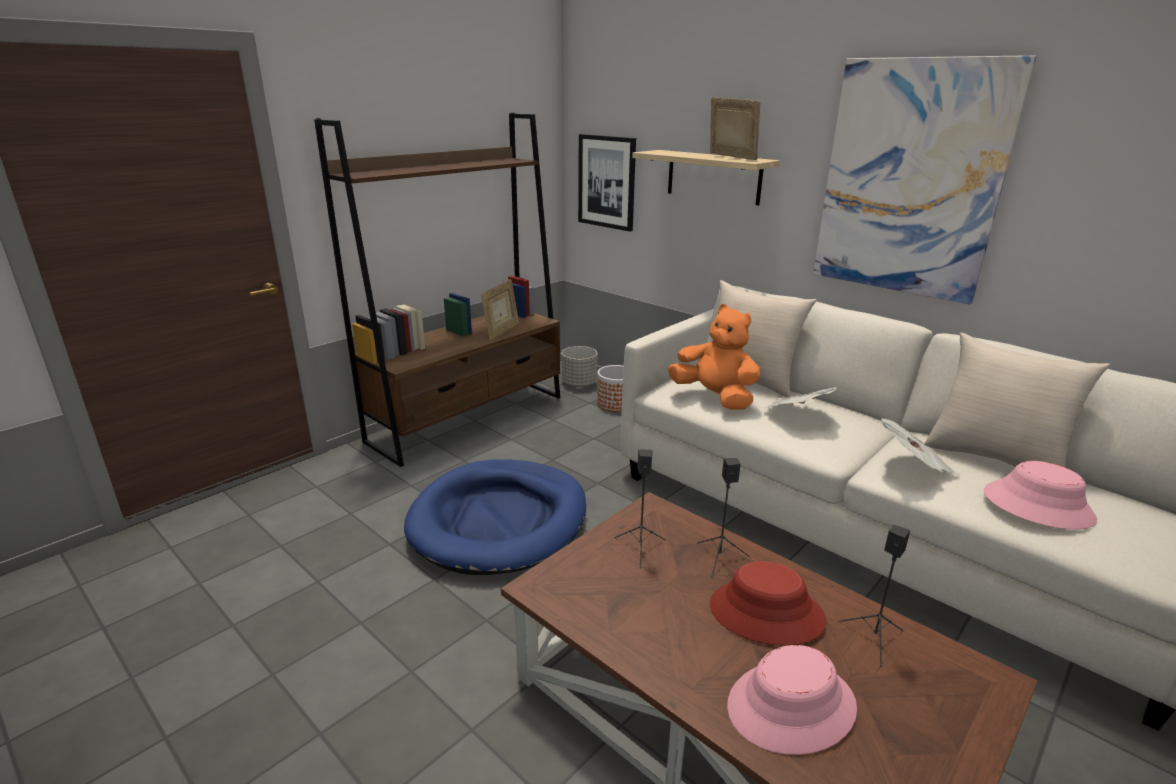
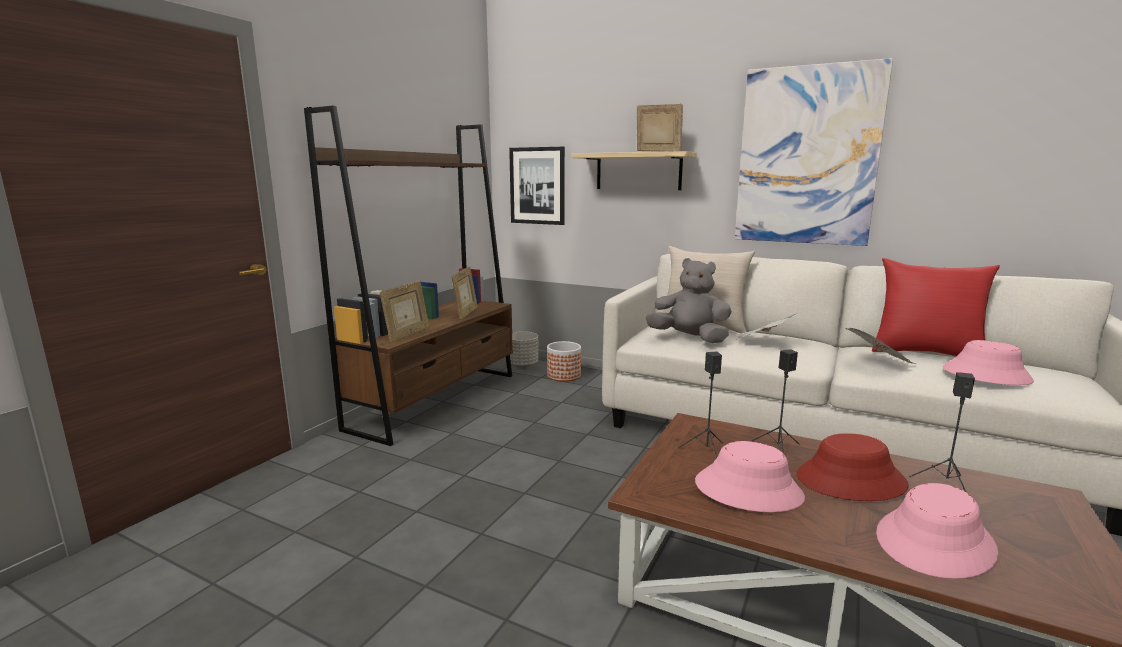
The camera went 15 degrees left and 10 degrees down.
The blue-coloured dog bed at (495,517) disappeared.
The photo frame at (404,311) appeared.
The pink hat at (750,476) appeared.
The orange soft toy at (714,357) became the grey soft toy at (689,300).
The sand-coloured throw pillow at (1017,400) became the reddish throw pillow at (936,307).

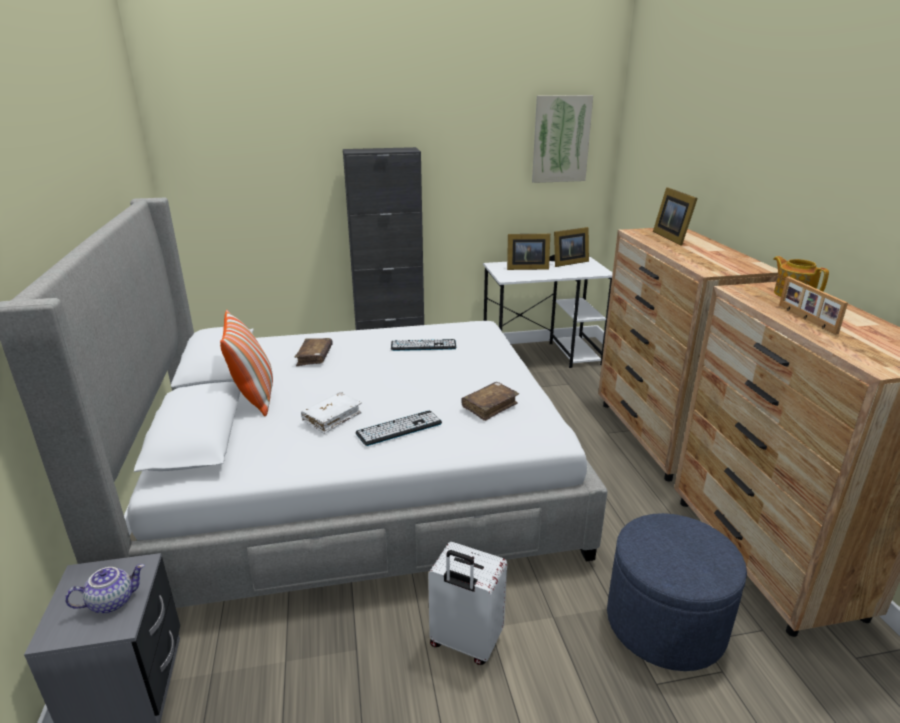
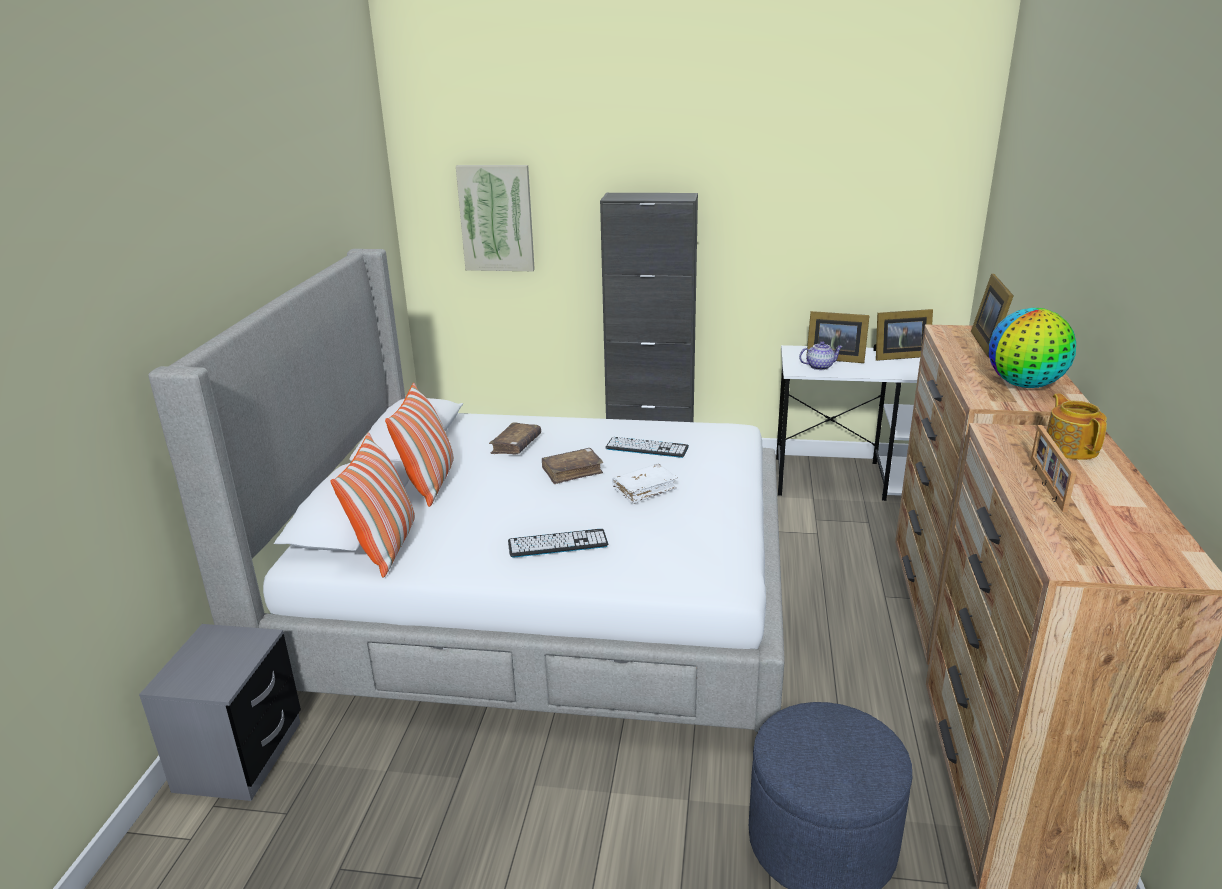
The camera went 20 degrees right and 0 degrees up.
The white piece of luggage at (467,603) disappeared.
The throw pillow at (373,505) appeared.
The desk globe at (1032,348) appeared.
The tea pot moved from (105,589) to (821,355).
The white book moved from (331,413) to (645,483).
The brown book moved from (490,401) to (573,466).
The wall art moved from (562,139) to (495,218).

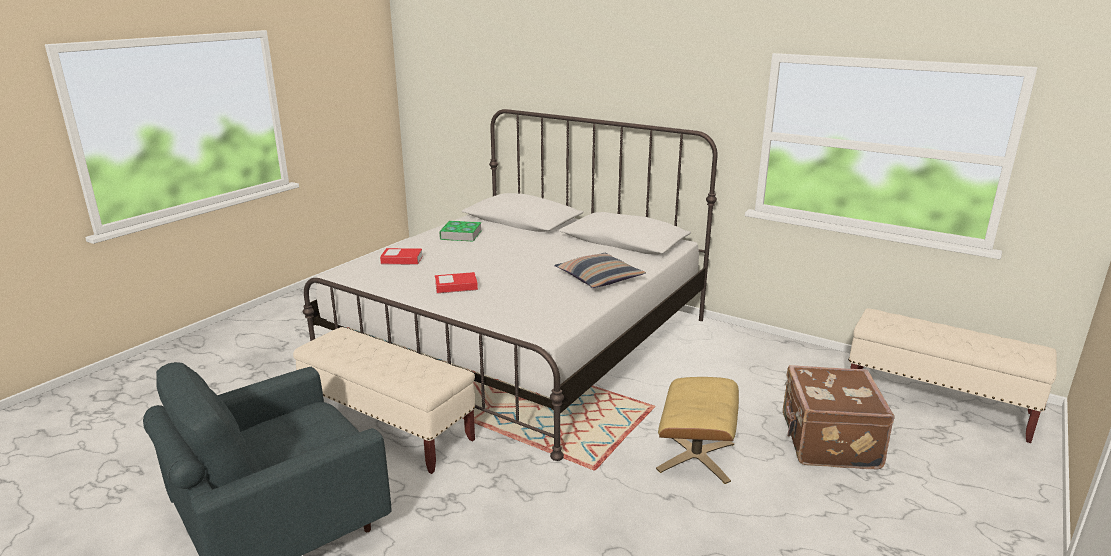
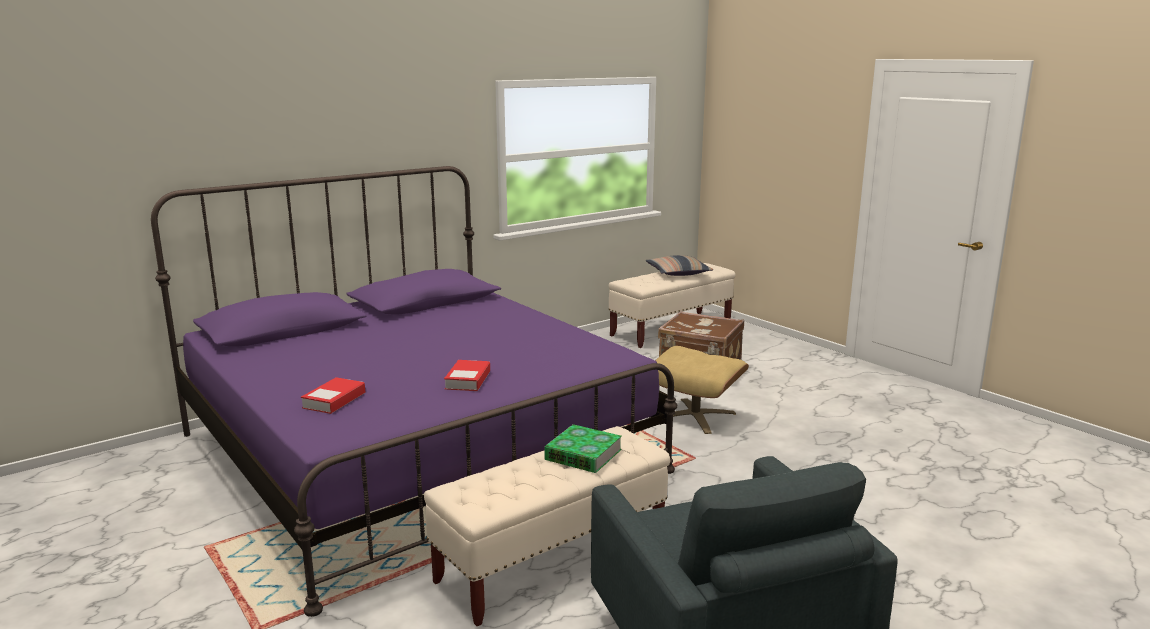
The camera went 70 degrees left and 5 degrees down.
The book moved from (460,231) to (583,448).
The throw pillow moved from (600,270) to (679,265).
The white bedroom bed at (510,285) became the purple-coloured bedroom bed at (414,391).

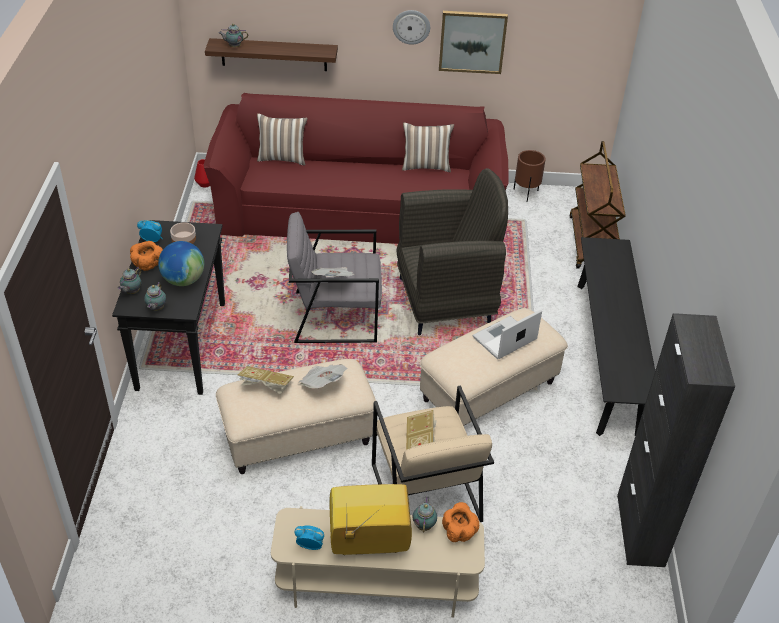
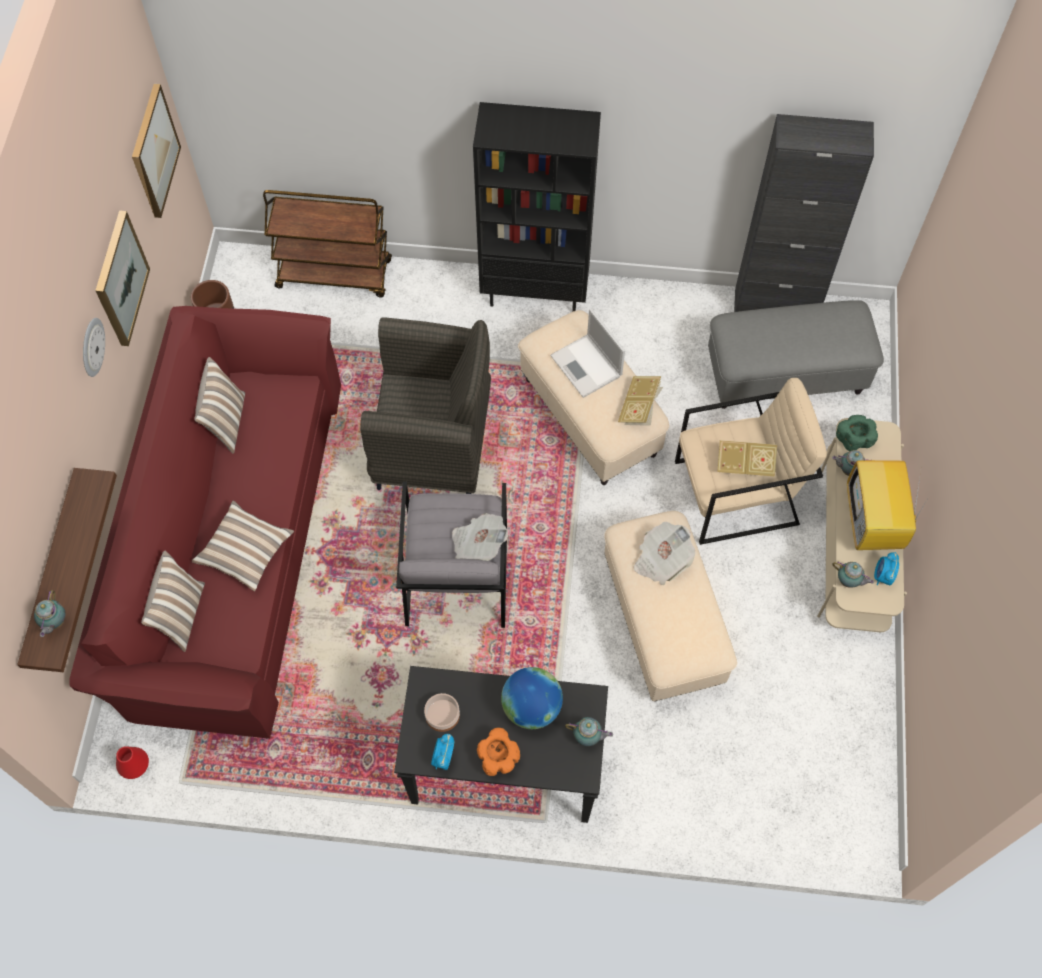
The camera went 85 degrees left and 20 degrees up.
The wall art at (156,151) appeared.
The throw pillow at (243,546) appeared.
The grey footrest at (796,354) appeared.
The tea pot moved from (130,280) to (853,575).
The book moved from (266,380) to (640,401).
The blackish long seat at (616,336) was replaced by the blackish shelving unit at (537,207).
The orange bowl at (460,522) became the green bowl at (857,433).
The grey easy chair at (452,251) turned 105 degrees clockwise.

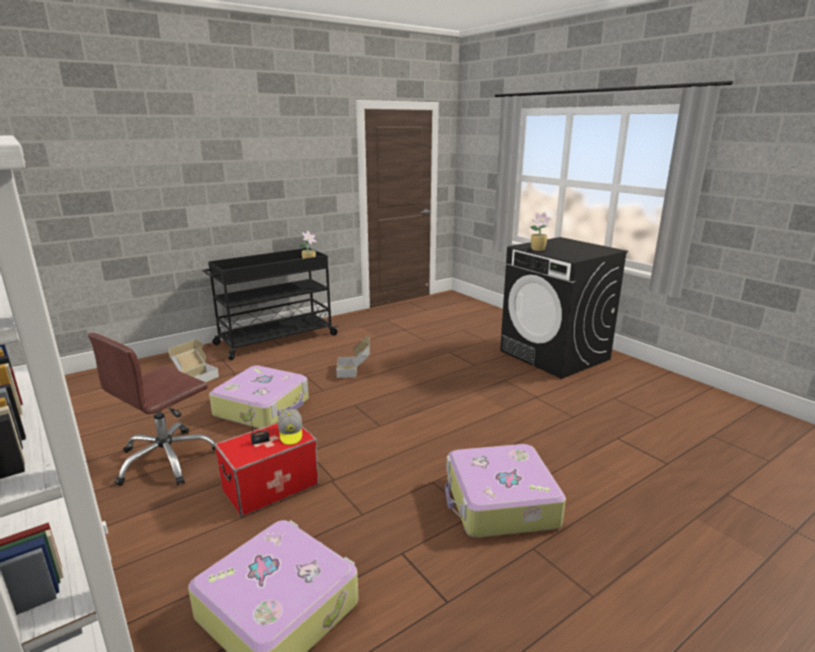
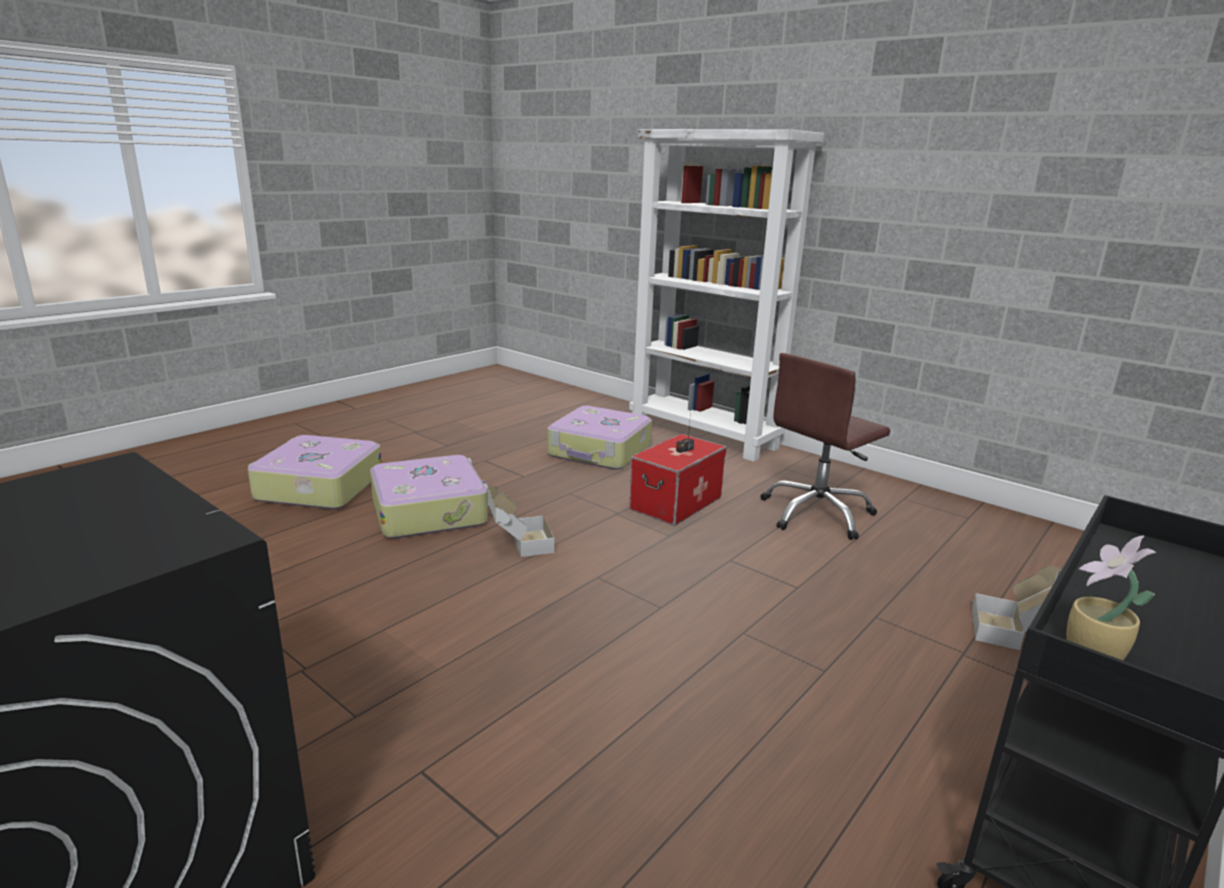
The camera went 165 degrees right and 0 degrees up.
The baseball cap at (290,427) disappeared.
The houseplant at (541,231) disappeared.
The piece of luggage moved from (259,397) to (315,472).
The carton moved from (353,357) to (521,521).
The brown computer chair at (152,409) turned 150 degrees counterclockwise.

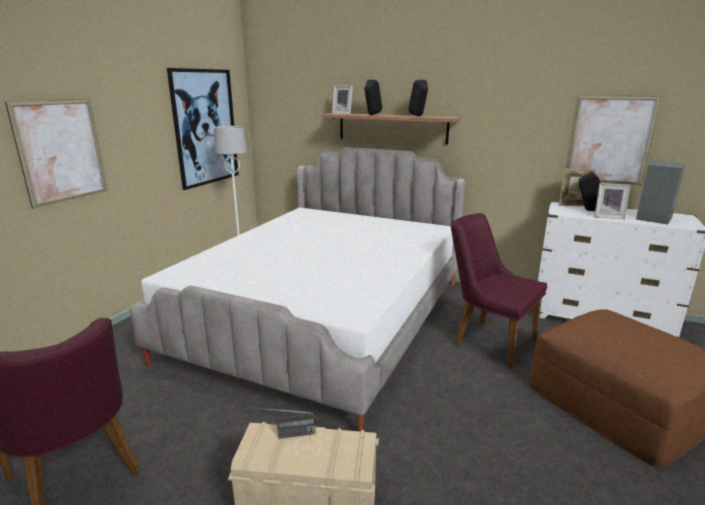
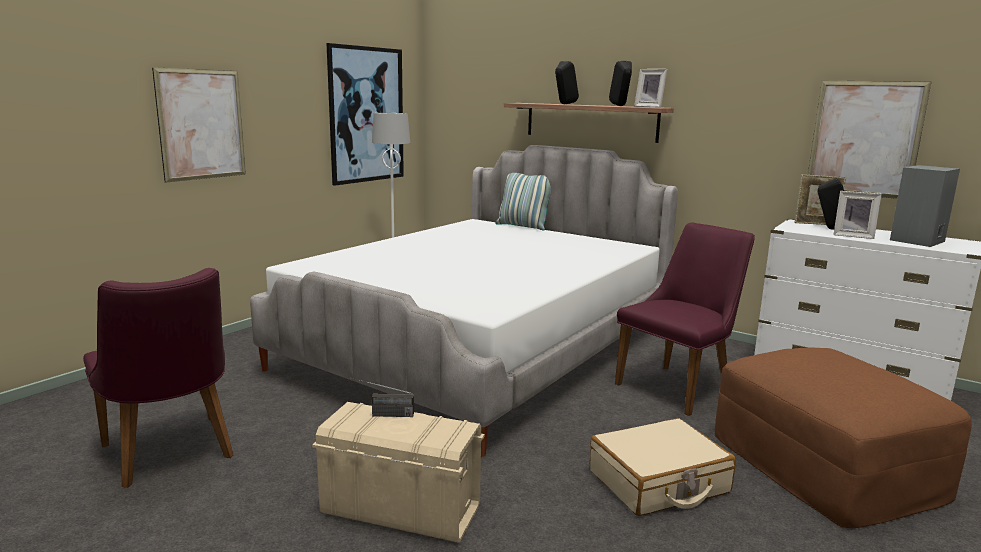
The camera went 10 degrees right and 5 degrees down.
The throw pillow at (523,201) appeared.
The sand-coloured piece of luggage at (663,467) appeared.
The photo frame moved from (342,100) to (650,88).
The purple-coloured upright chair at (499,291) turned 90 degrees clockwise.

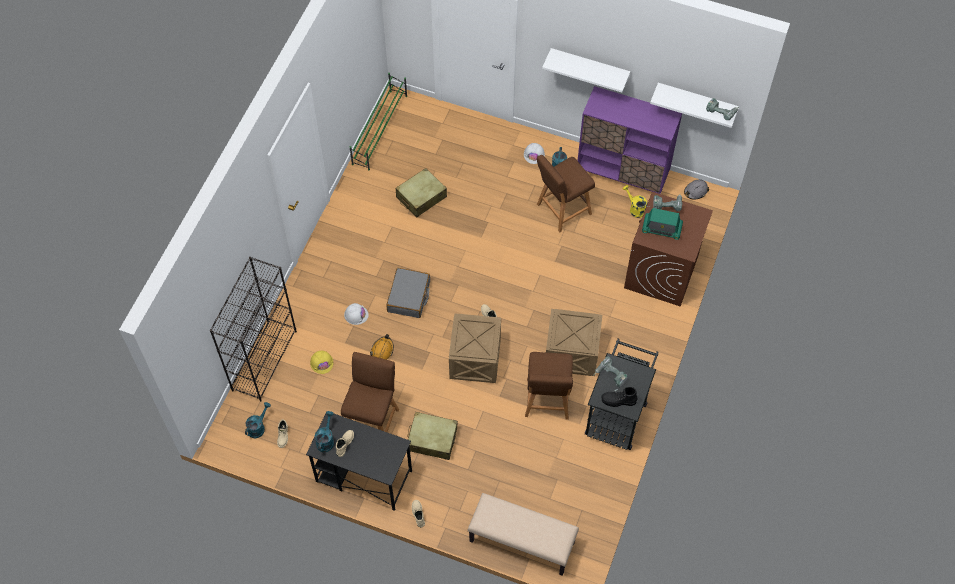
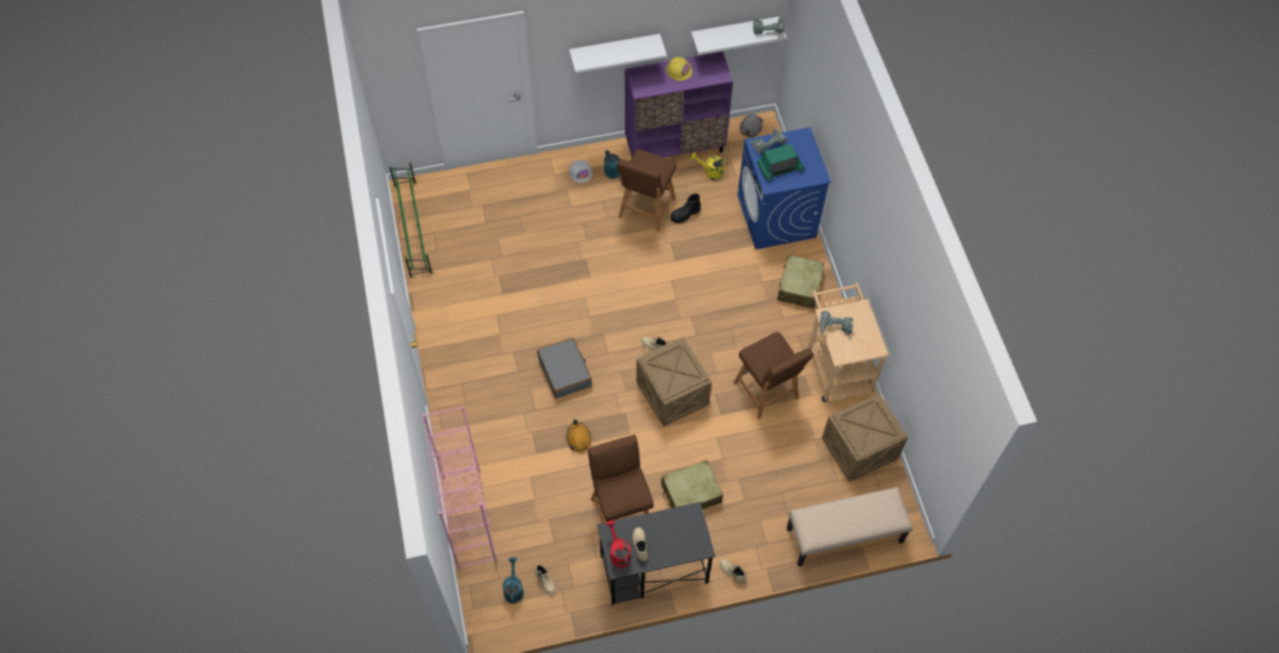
The camera went 35 degrees left and 0 degrees up.
The white hard hat at (356,314) disappeared.
The yellowish hard hat moved from (322,362) to (679,69).
The sand-coloured piece of luggage moved from (421,192) to (801,281).
The shipping crate moved from (574,342) to (865,437).
The blackish tall boot moved from (619,397) to (686,208).
The blackish shelving unit at (253,329) became the pink shelving unit at (459,488).
The turquoise-coloured sprinkling can at (324,431) became the reddish sprinkling can at (618,544).
The blackish cart at (622,394) became the sand-coloured cart at (848,342).
The brown washing machine at (668,249) became the blue-coloured washing machine at (784,188).

